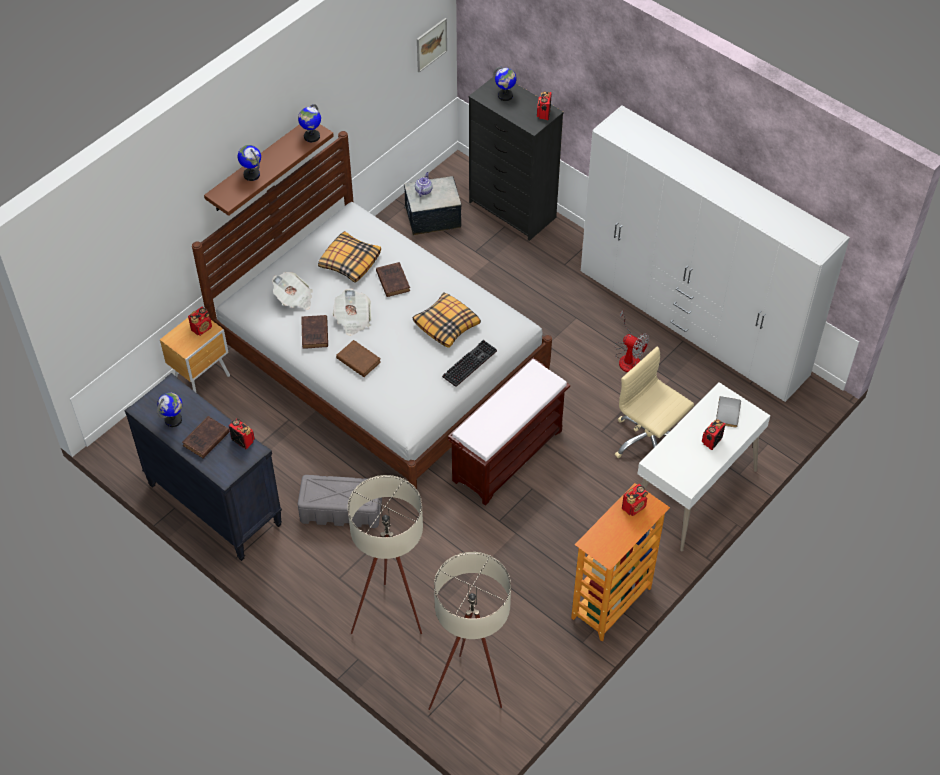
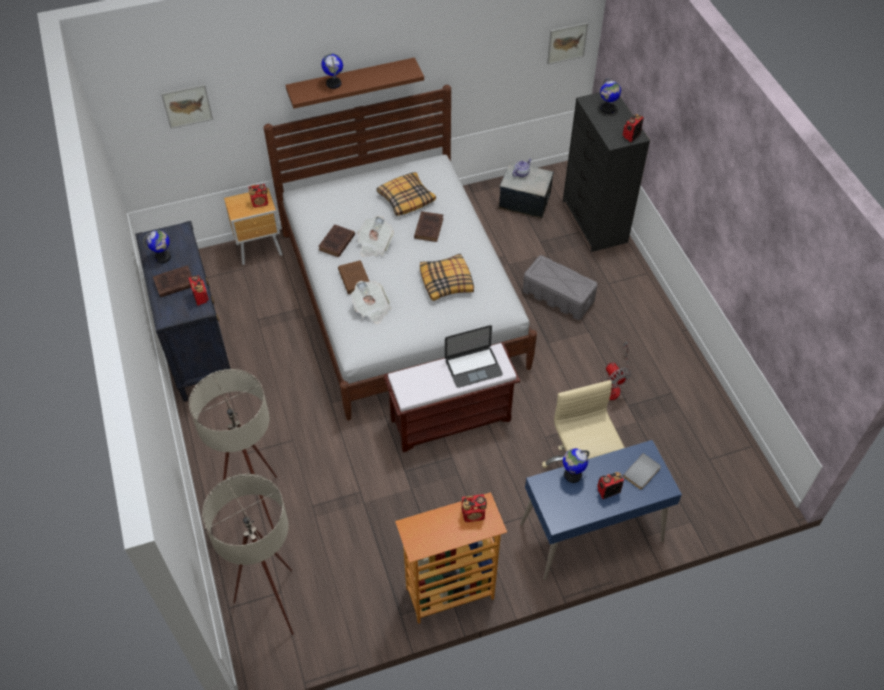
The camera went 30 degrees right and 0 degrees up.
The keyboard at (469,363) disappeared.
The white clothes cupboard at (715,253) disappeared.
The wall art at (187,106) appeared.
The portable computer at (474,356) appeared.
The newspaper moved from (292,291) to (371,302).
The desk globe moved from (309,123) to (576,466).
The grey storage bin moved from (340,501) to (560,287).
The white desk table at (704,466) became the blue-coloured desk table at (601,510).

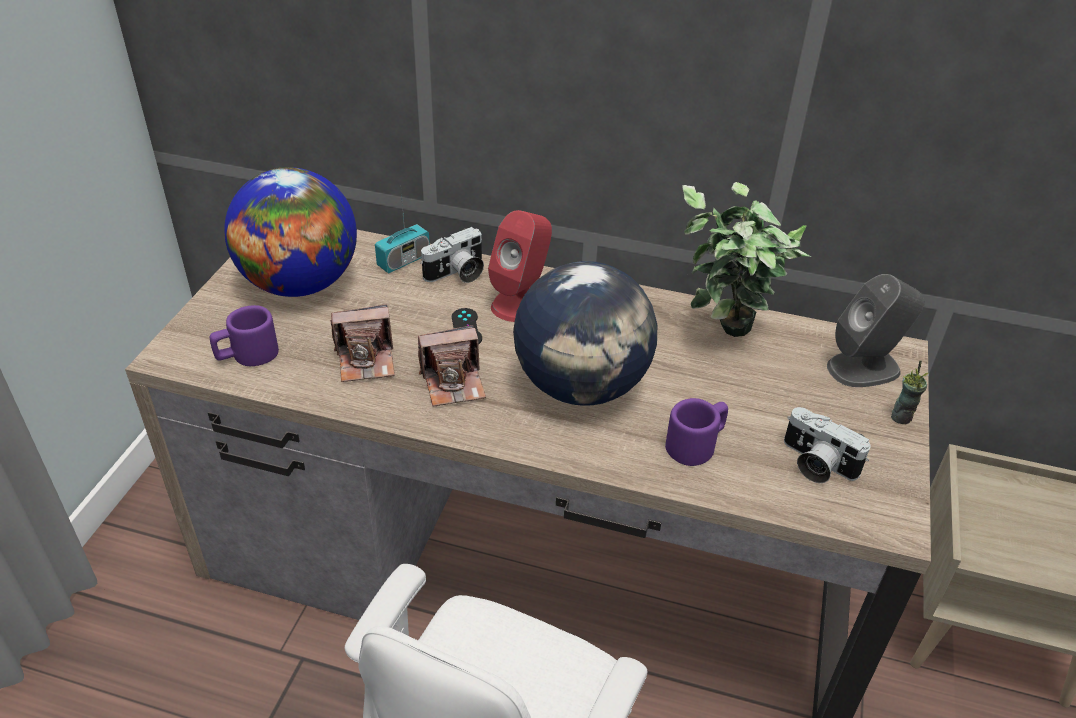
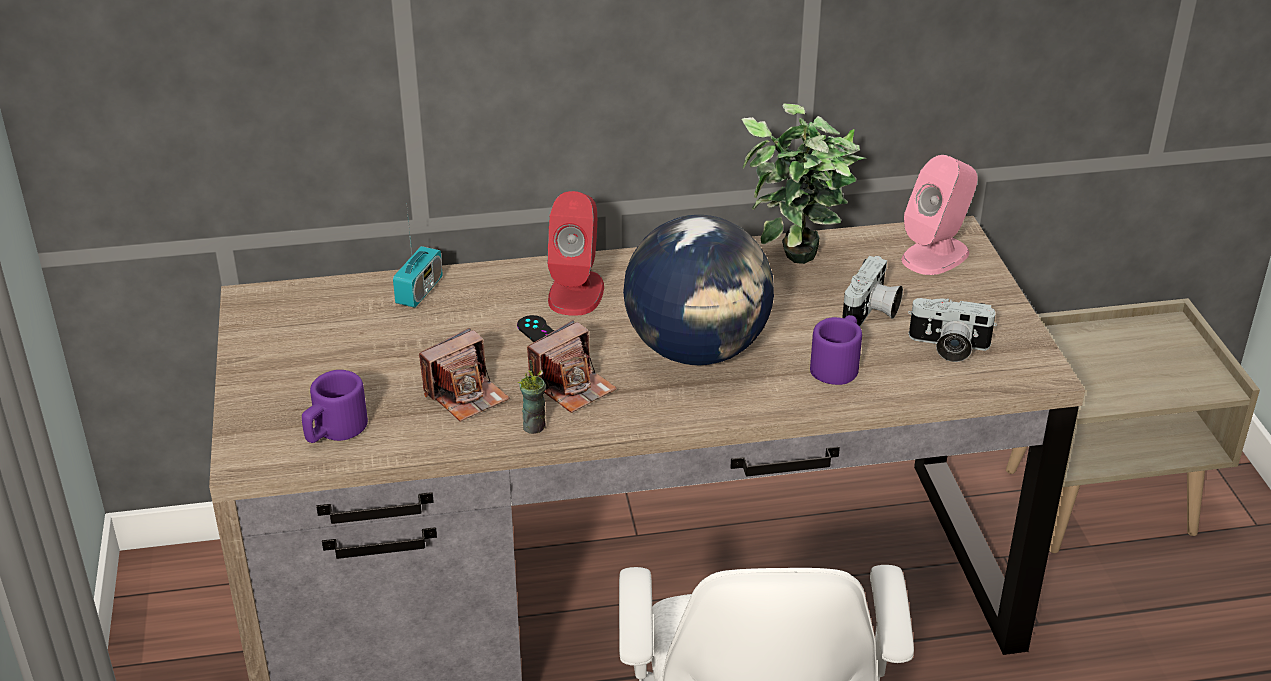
The camera went 25 degrees left and 5 degrees down.
The desk globe at (290,232) disappeared.
The still camera moved from (452,255) to (872,291).
The small cup moved from (910,392) to (532,397).
The grey loudspeaker at (876,330) became the pink loudspeaker at (939,215).

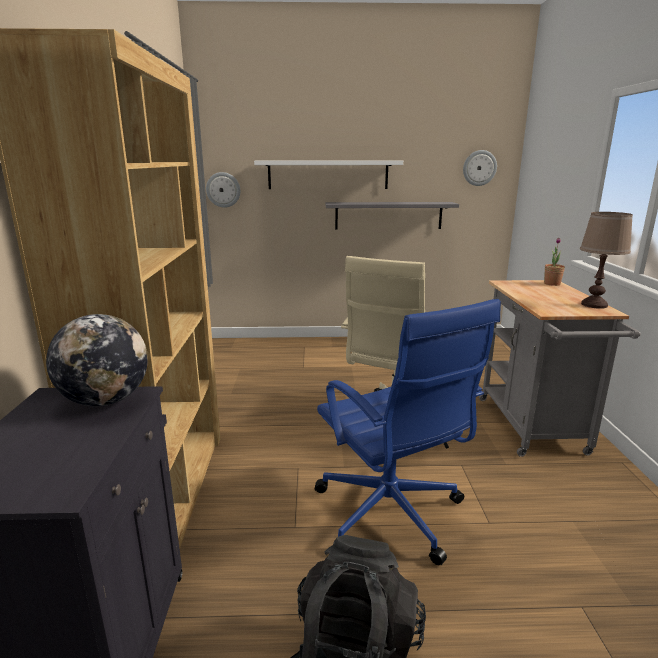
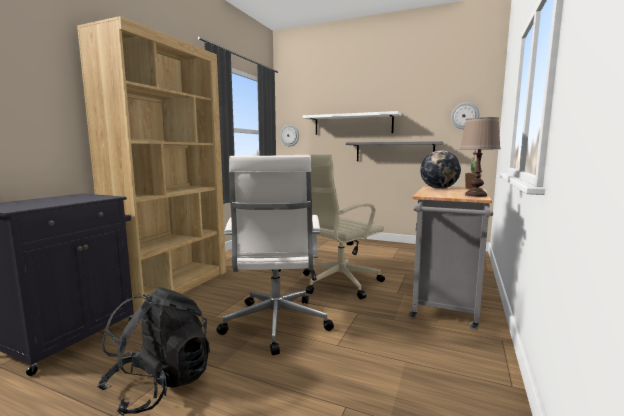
The camera went 25 degrees right and 10 degrees down.
The desk globe moved from (97,360) to (440,169).
The blue-coloured computer chair at (408,432) became the white computer chair at (275,255).

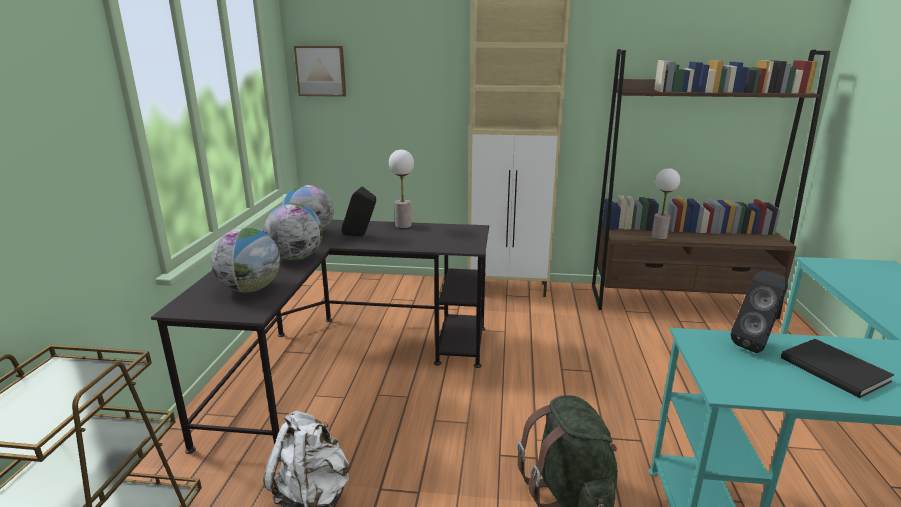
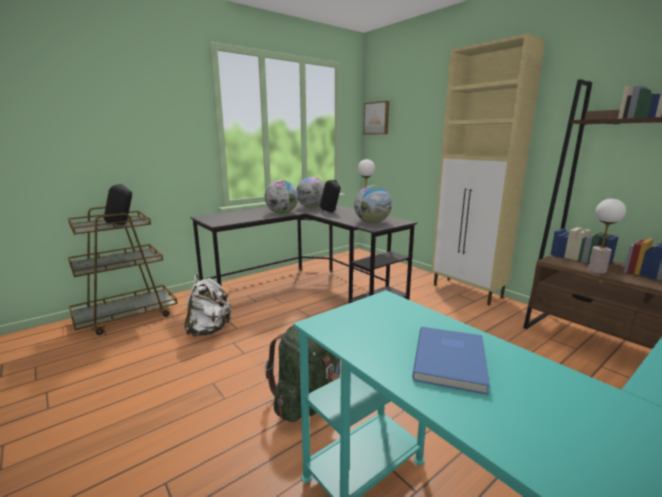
The camera went 45 degrees right and 5 degrees down.
The desk globe moved from (245,260) to (373,204).
The blackish loudspeaker moved from (759,311) to (118,204).
The blackish book at (837,368) became the blue-coloured book at (451,361).

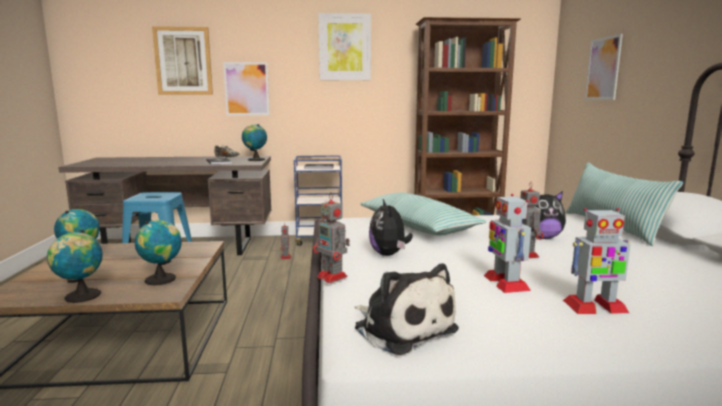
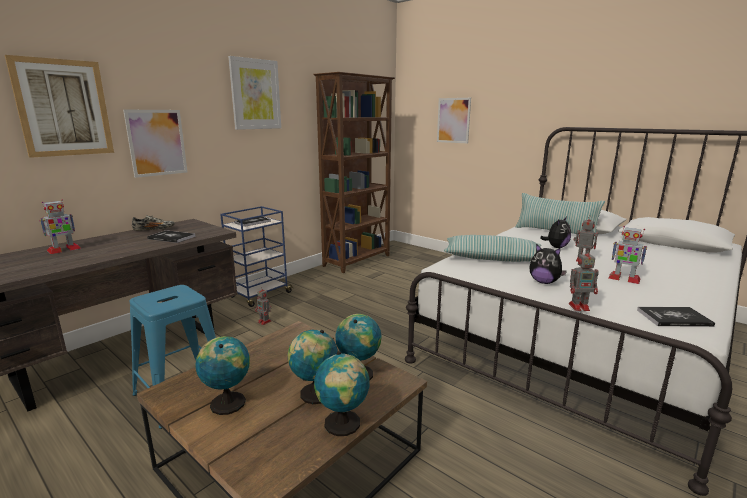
The camera went 45 degrees left and 5 degrees up.
The desk globe moved from (254,142) to (313,367).
The robot figure moved from (596,261) to (60,226).
The soft toy at (407,309) was replaced by the book at (676,317).

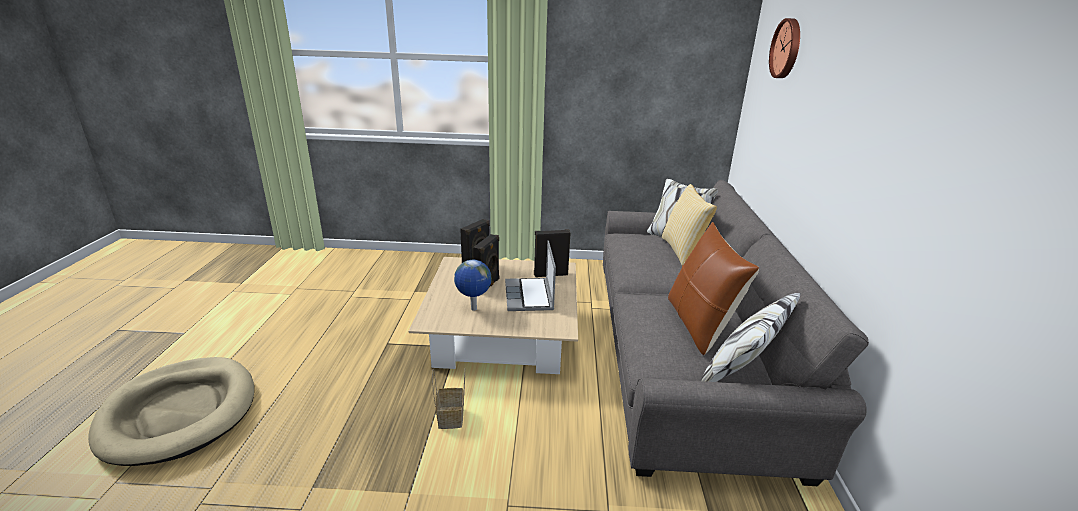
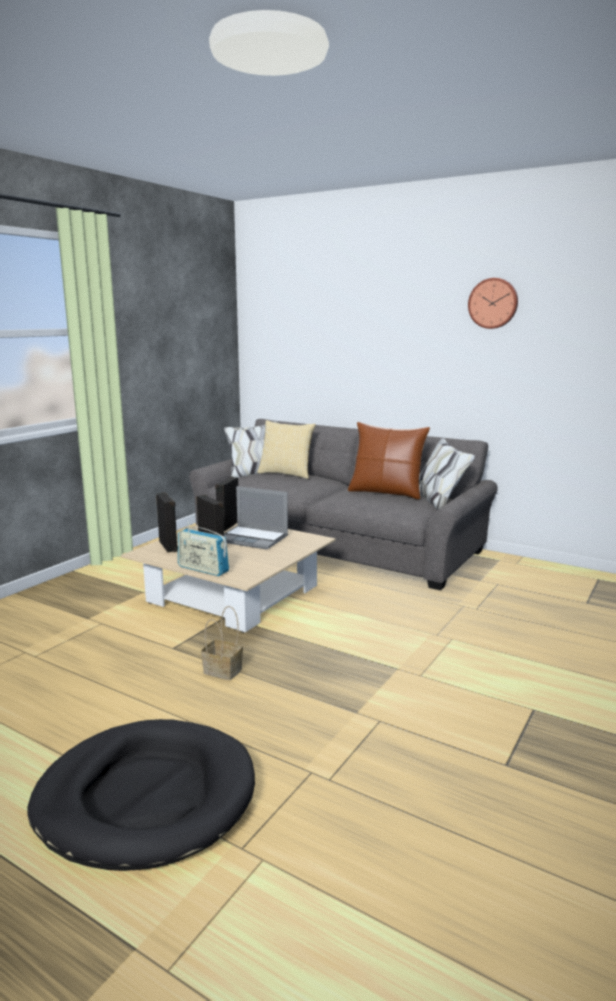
The camera went 60 degrees left and 10 degrees down.
The desk globe at (473,285) disappeared.
The radio at (203,549) appeared.
The storage basket moved from (448,399) to (222,643).
The wall clock moved from (784,48) to (493,303).
The sand-coloured dog bed at (171,411) became the blackish dog bed at (141,795).

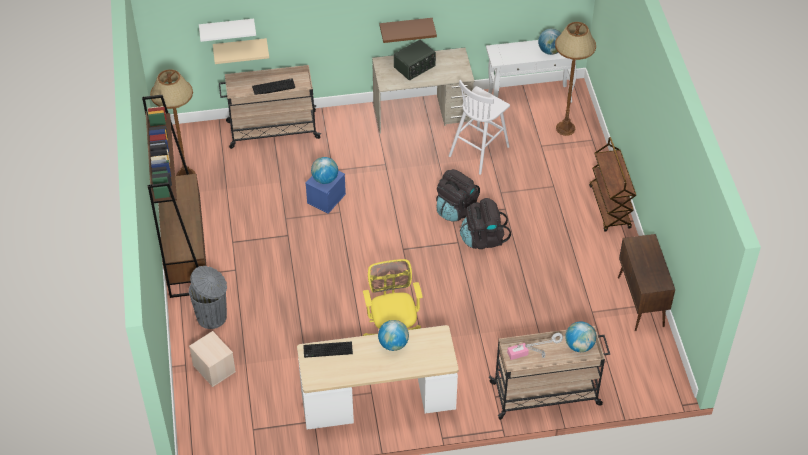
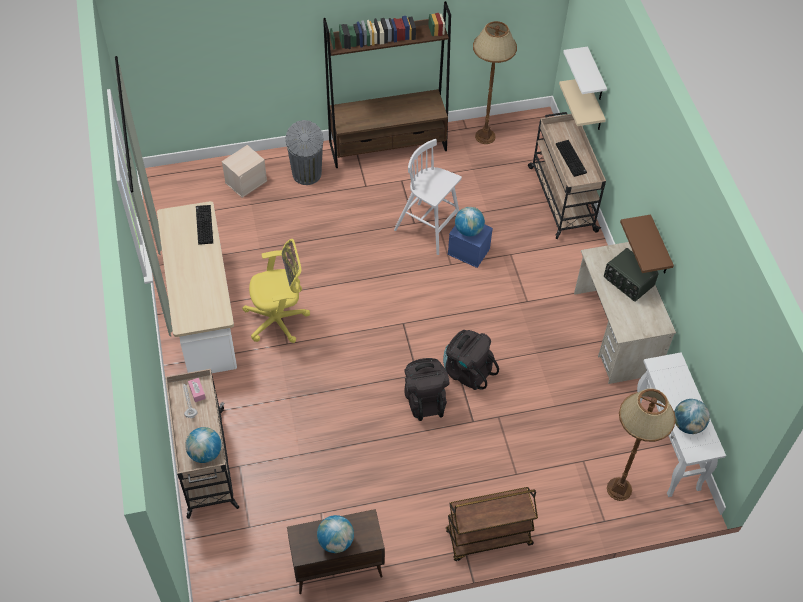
The camera went 85 degrees right and 5 degrees up.
The desk globe moved from (393,335) to (335,534).
The white stool seat moved from (479,127) to (428,197).

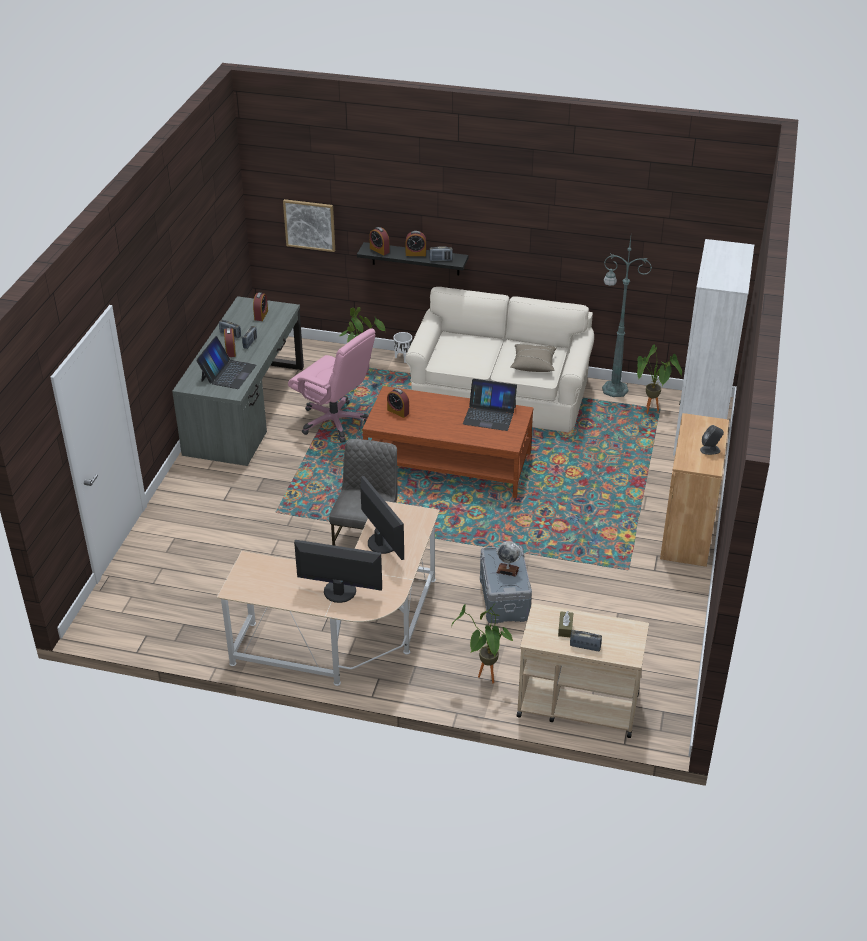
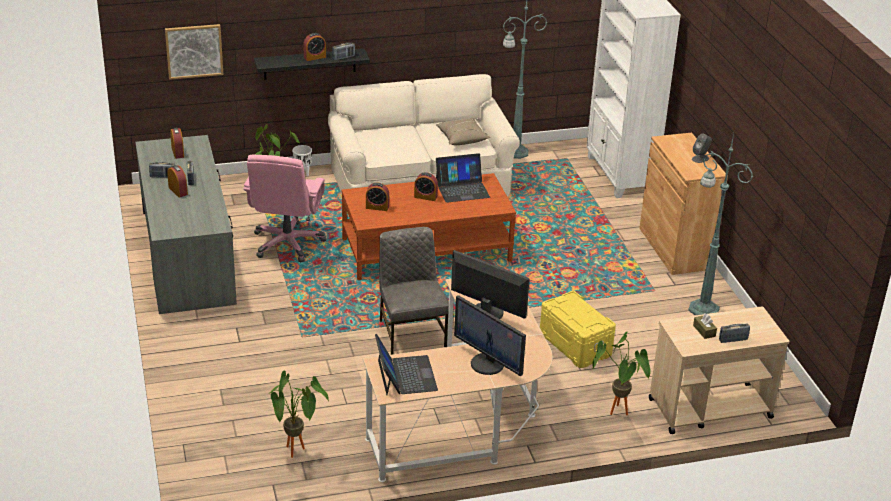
The camera went 30 degrees left and 5 degrees down.
The desk globe at (509,559) disappeared.
The green standard lamp at (720,224) appeared.
The portable computer moved from (226,362) to (406,364).
The alarm clock moved from (379,241) to (426,186).
The houseplant moved from (659,379) to (299,414).
The grey storage bin at (506,585) became the yellowish storage bin at (578,329).
The pink computer chair at (332,385) turned 90 degrees clockwise.
The computer display at (338,571) turned 120 degrees counterclockwise.

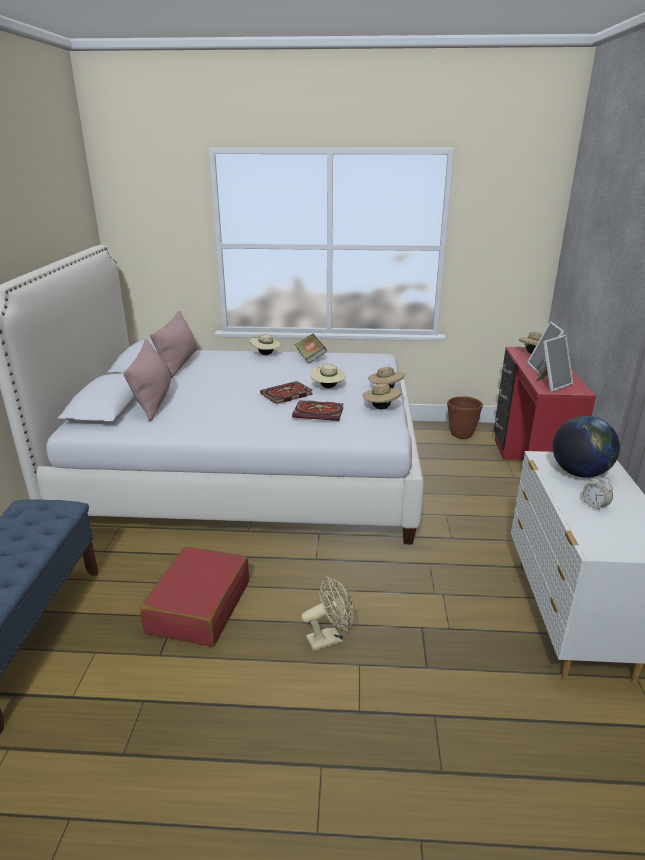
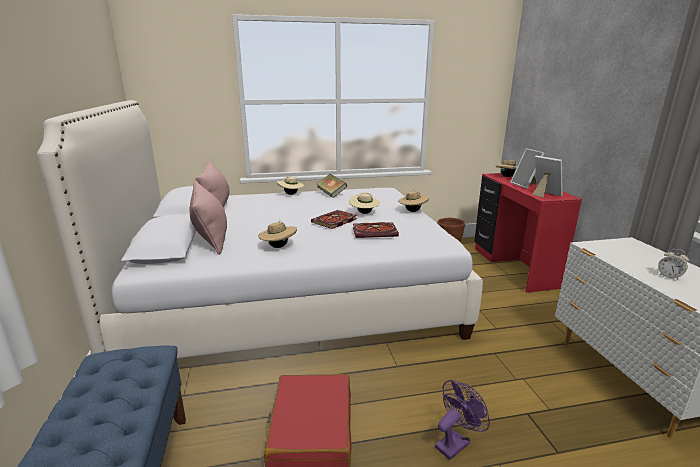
The camera went 15 degrees left and 5 degrees down.
The desk globe at (586,447) disappeared.
The sand-coloured hat moved from (382,395) to (277,233).
The sand-coloured cooling fan at (327,613) became the purple-coloured cooling fan at (462,420).
The photo frame at (554,363) turned 75 degrees counterclockwise.

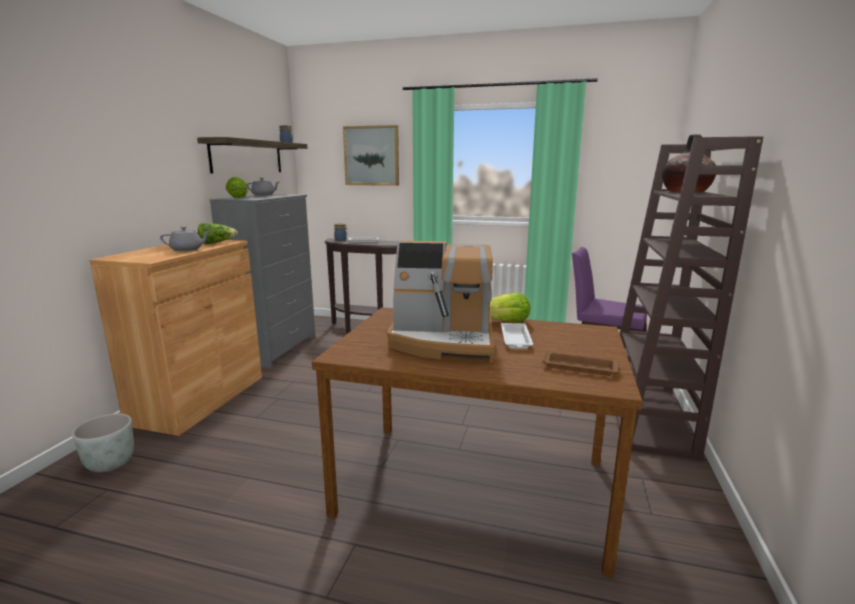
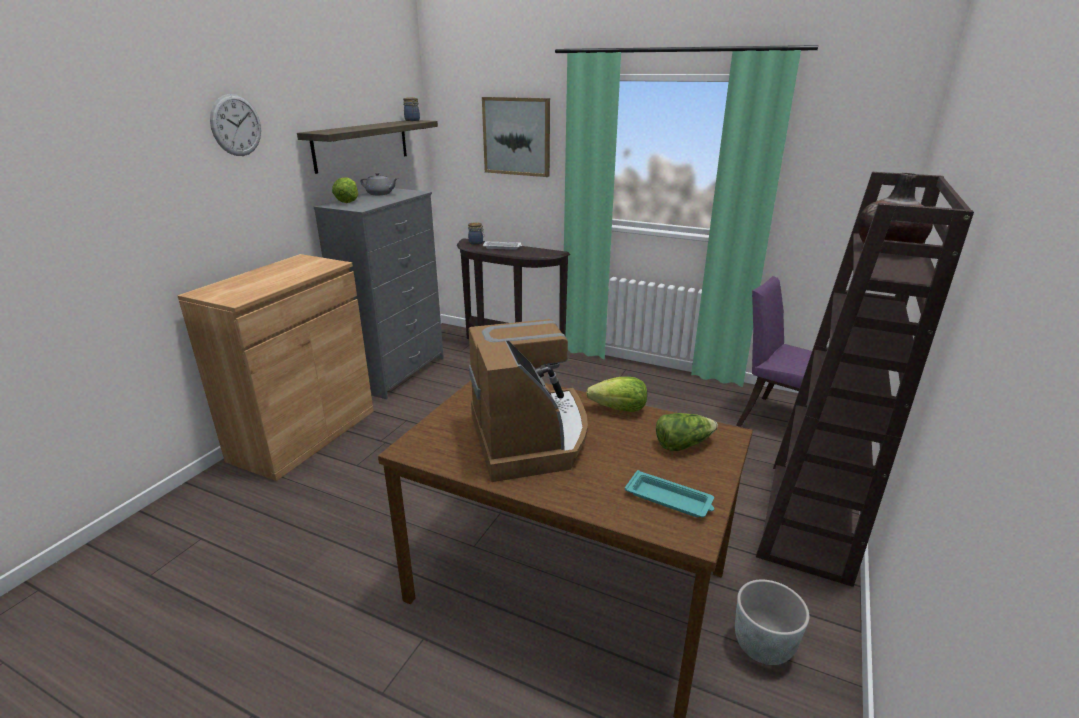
The camera went 10 degrees right and 10 degrees up.
The grey tea pot at (185,239) disappeared.
The white serving tray at (517,336) disappeared.
The wall clock at (235,125) appeared.
The grey flower pot moved from (103,442) to (772,622).
The lettuce moved from (218,233) to (687,432).
The brown serving tray at (582,363) became the turquoise-coloured serving tray at (669,493).
The coffee brewer at (440,302) turned 120 degrees counterclockwise.

